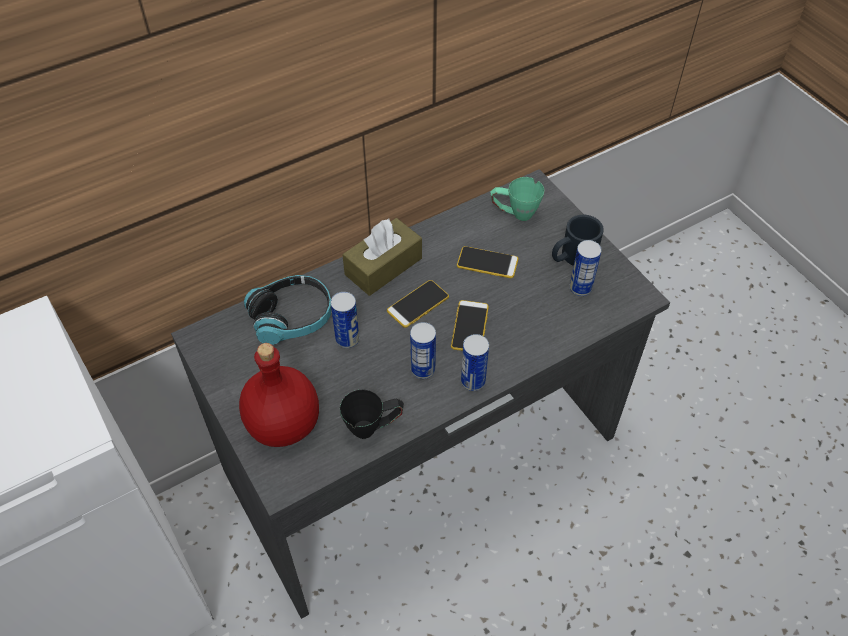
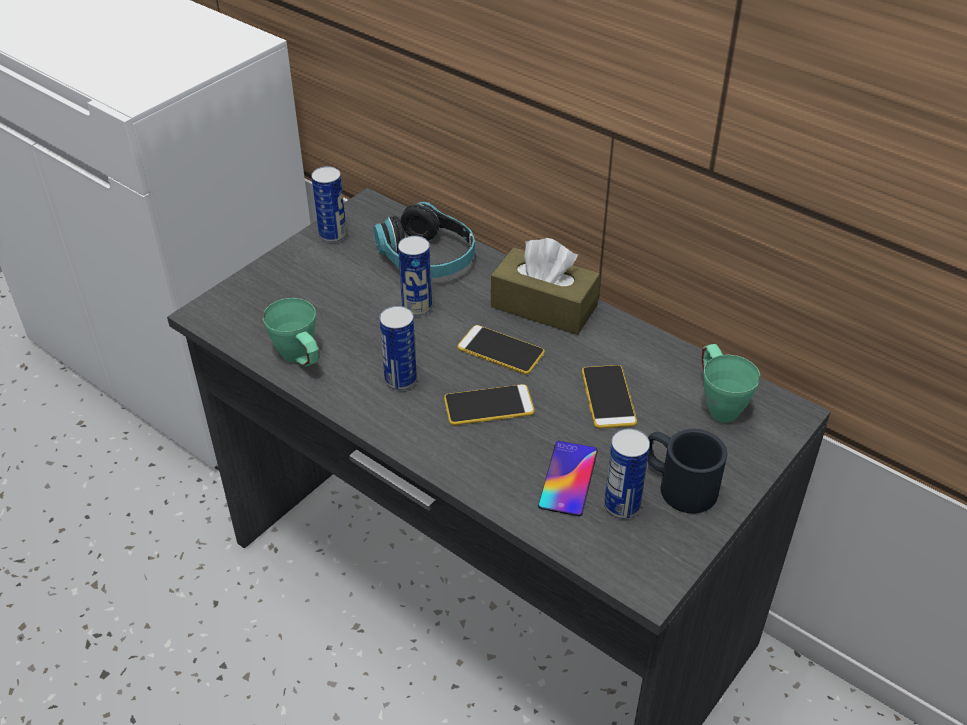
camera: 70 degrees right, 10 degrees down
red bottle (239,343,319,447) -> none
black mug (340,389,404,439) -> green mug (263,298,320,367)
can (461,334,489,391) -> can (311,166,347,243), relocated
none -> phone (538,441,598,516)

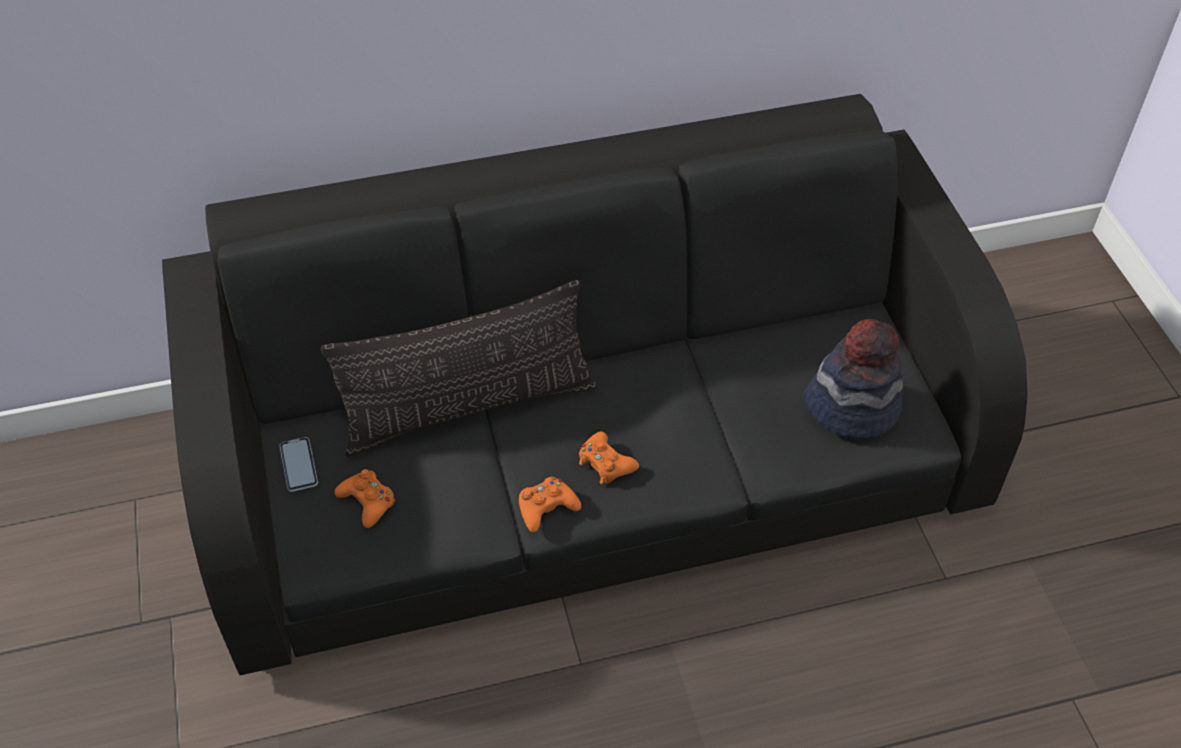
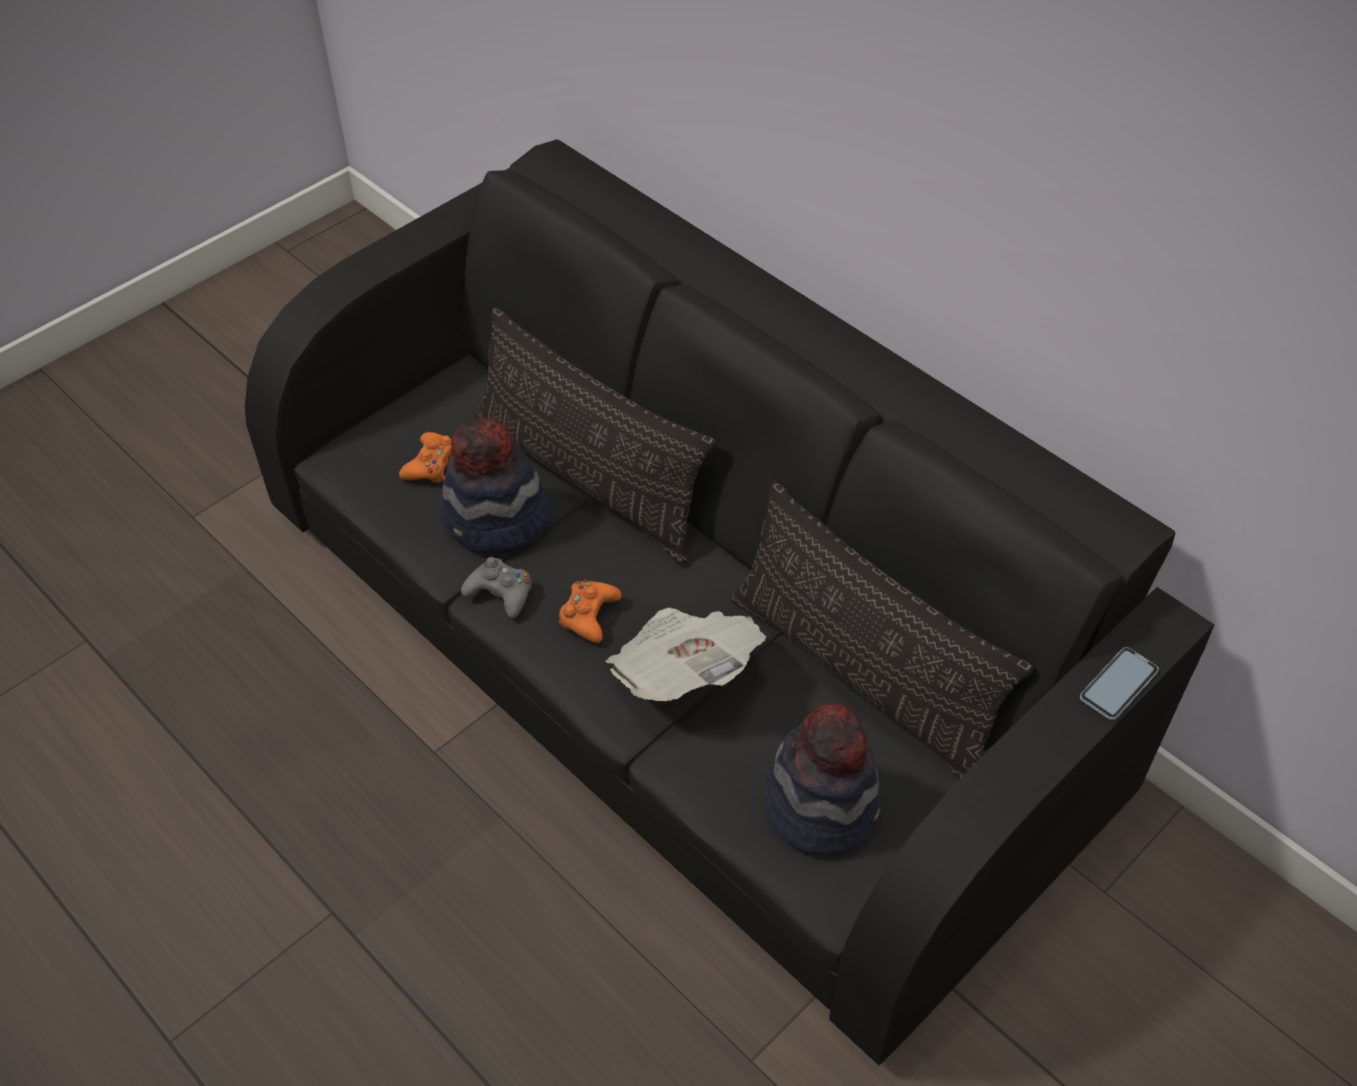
camera: 60 degrees right, 0 degrees up
phone (280,437,318,492) -> phone (1080,647,1159,720), relocated
orange game controller (519,477,581,532) -> grey game controller (461,557,532,618)
none -> hat (442,417,553,554)
none -> newspaper (606,608,766,701)
none -> pillow (730,482,1034,780)

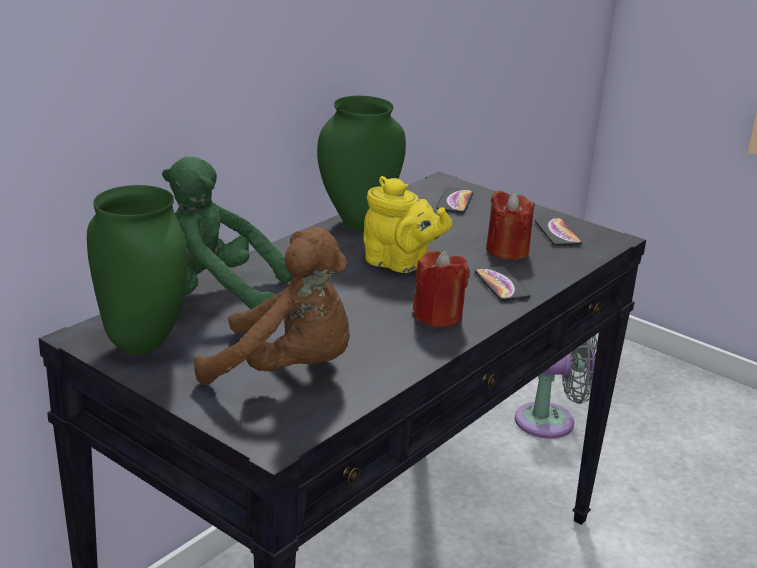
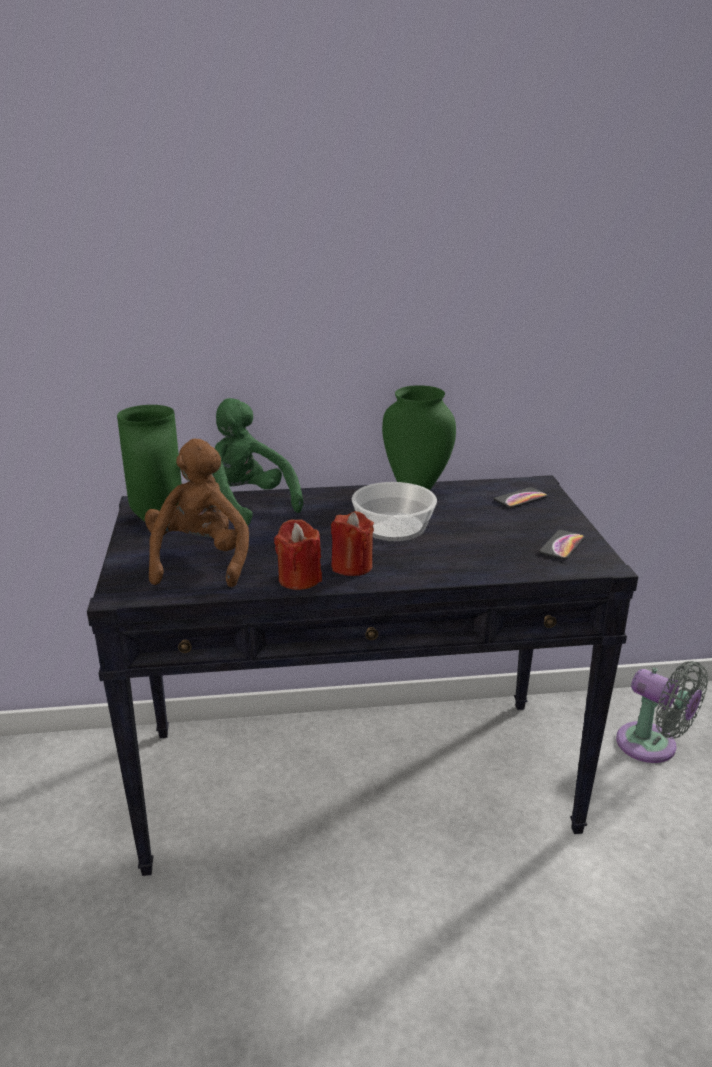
camera: 45 degrees right, 0 degrees up
brown plush toy (194,227,350,385) -> brown plush toy (145,439,249,587), 150 degrees counterclockwise
yellow teapot (363,176,453,273) -> bowl (352,482,437,541)
phone (475,266,531,301) -> none
red candle (486,190,535,260) -> red candle (274,519,322,590), relocated

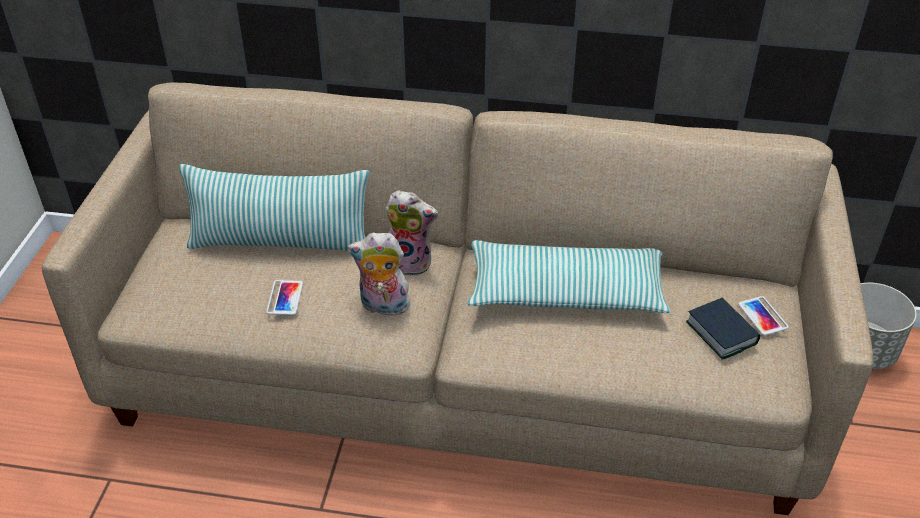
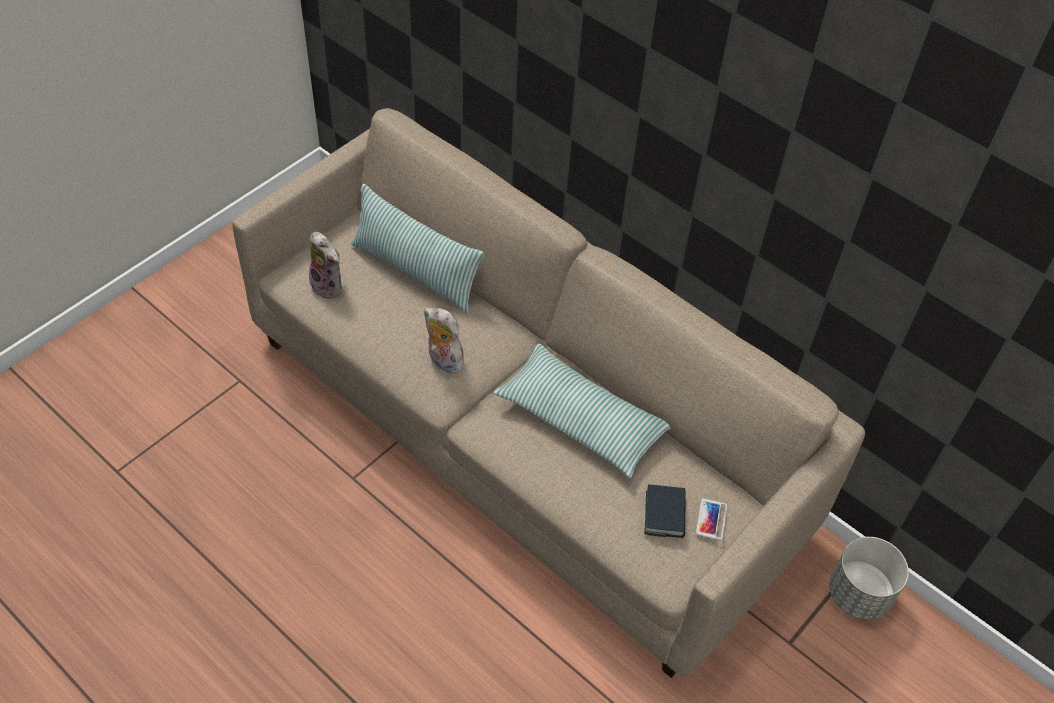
camera: 30 degrees right, 10 degrees up
phone (266,280,303,315) -> none
plush toy (385,190,438,276) -> plush toy (309,232,341,299), relocated

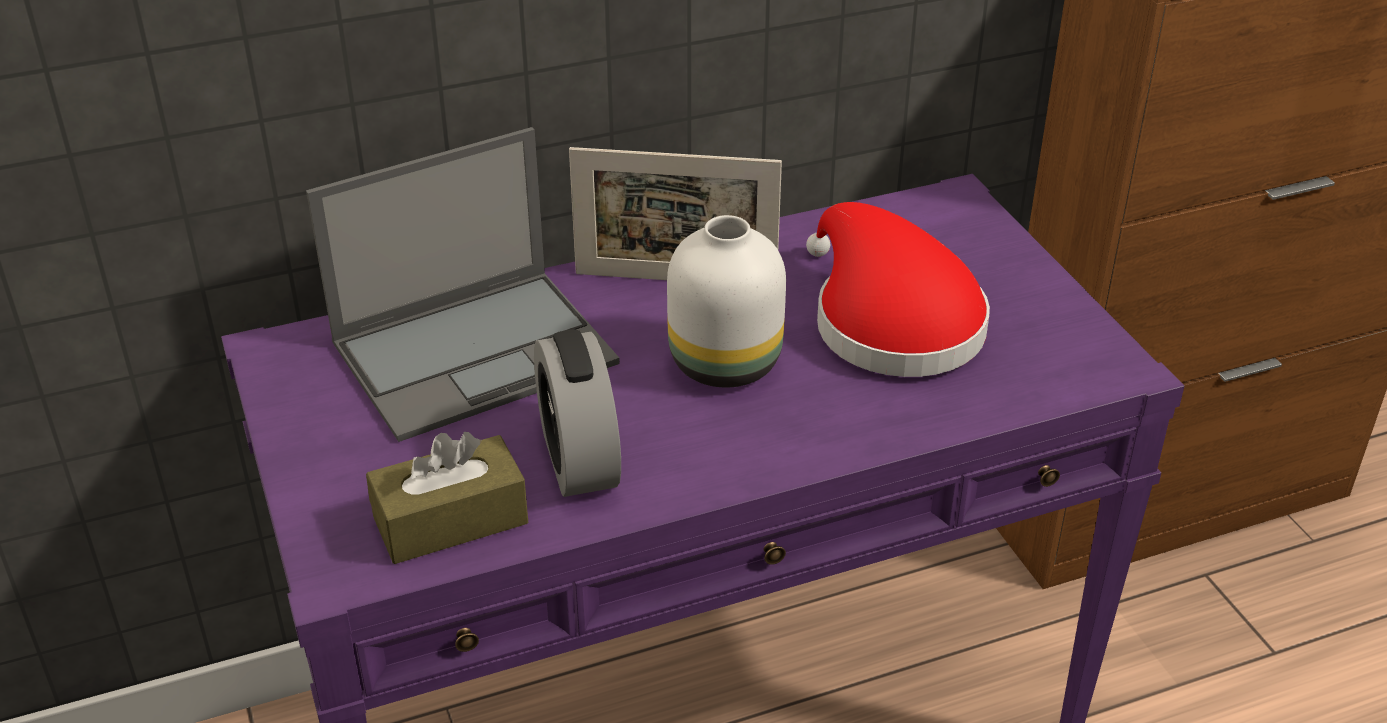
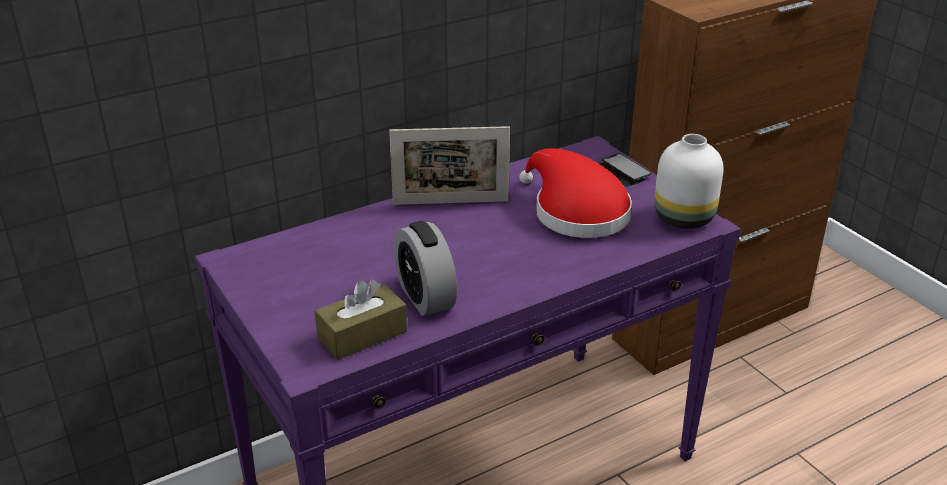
camera: 10 degrees left, 5 degrees down
laptop (306,127,620,442) -> none
white vase (667,215,786,387) -> white vase (654,134,724,229), relocated
none -> phone (600,153,652,187)

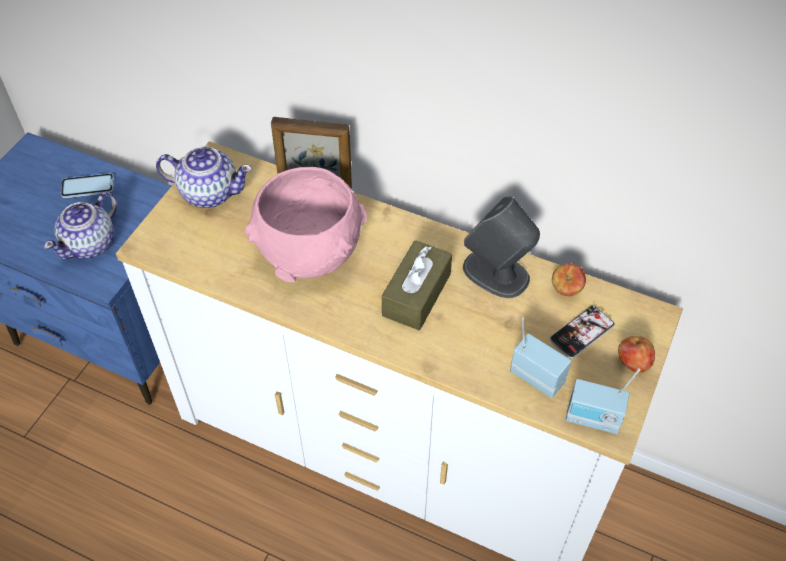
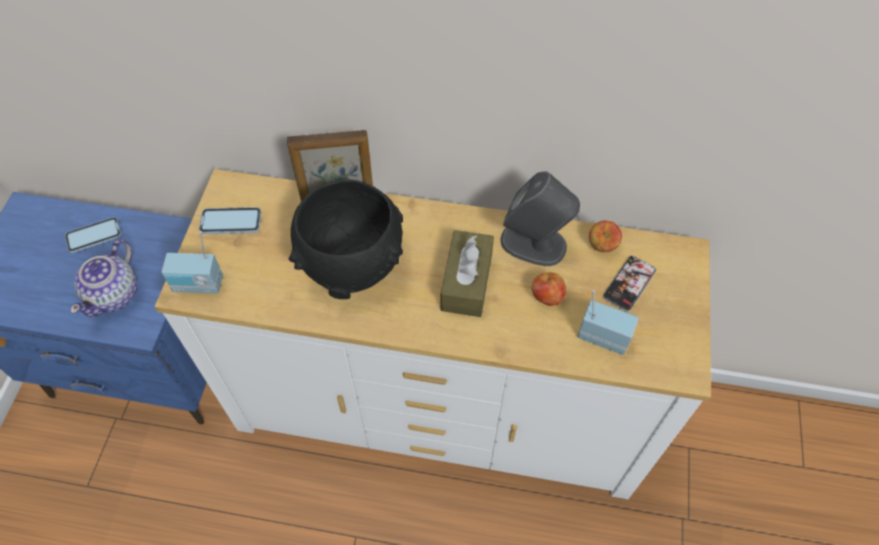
camera: 15 degrees left, 5 degrees up
teapot (156,146,252,208) -> phone (199,207,261,234)
pink bowl (244,167,367,282) -> black bowl (288,179,403,299)
radio (566,368,640,434) -> radio (161,231,223,293), relocated
apple (618,336,655,372) -> apple (531,272,566,306), relocated

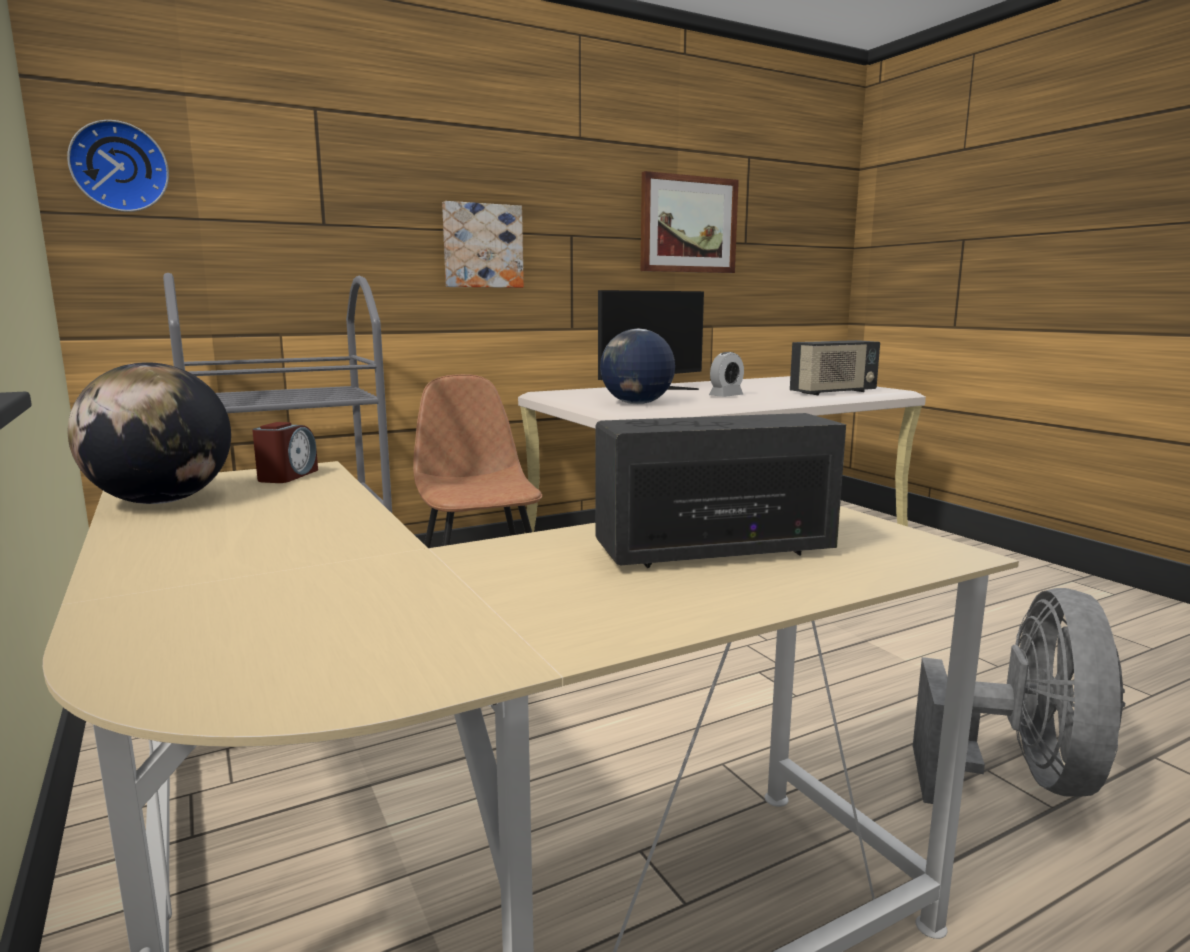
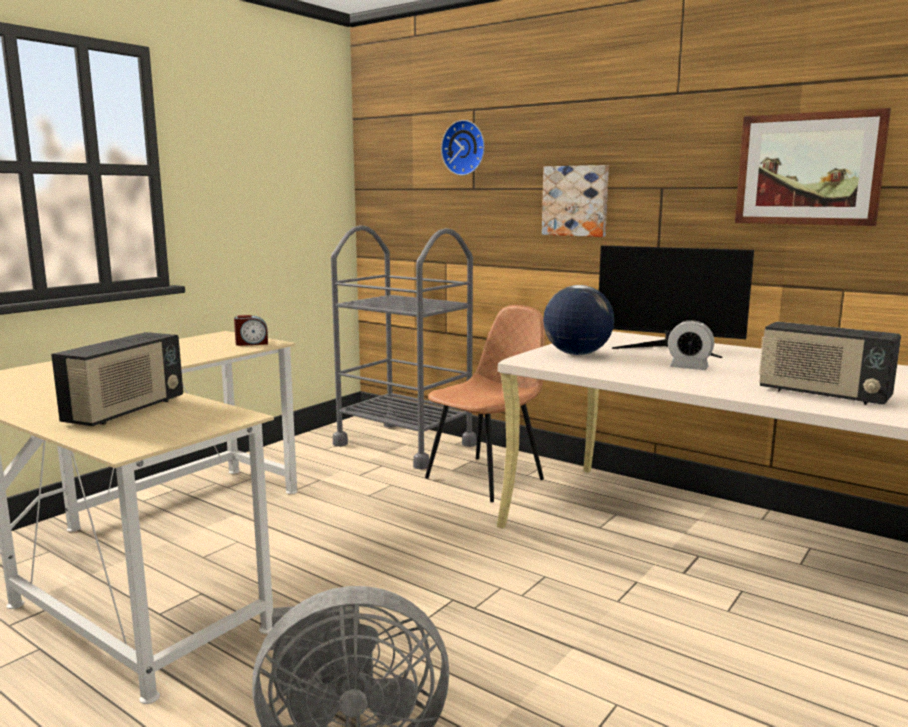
camera: 65 degrees right, 0 degrees up
wall clock (67,120,169,212) -> wall clock (441,120,485,176), relocated
globe (67,362,231,504) -> none
radio (596,413,846,568) -> radio (51,332,183,426), 60 degrees clockwise

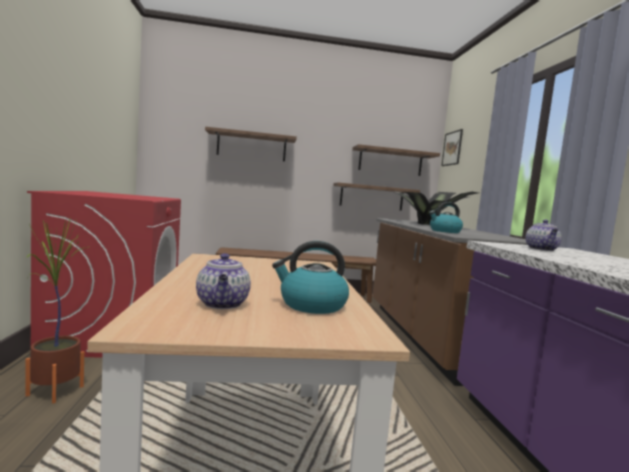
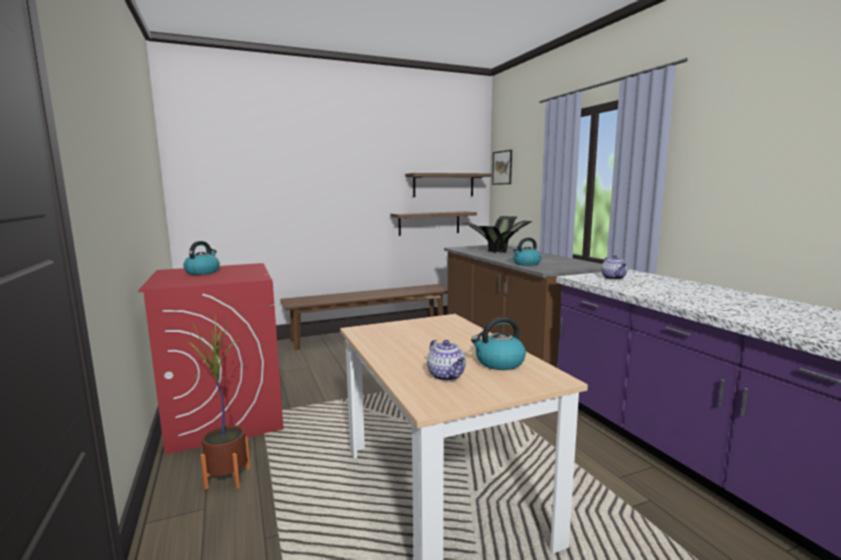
camera: 15 degrees left, 5 degrees up
shelf (205,127,297,162) -> none
none -> kettle (183,241,220,275)

